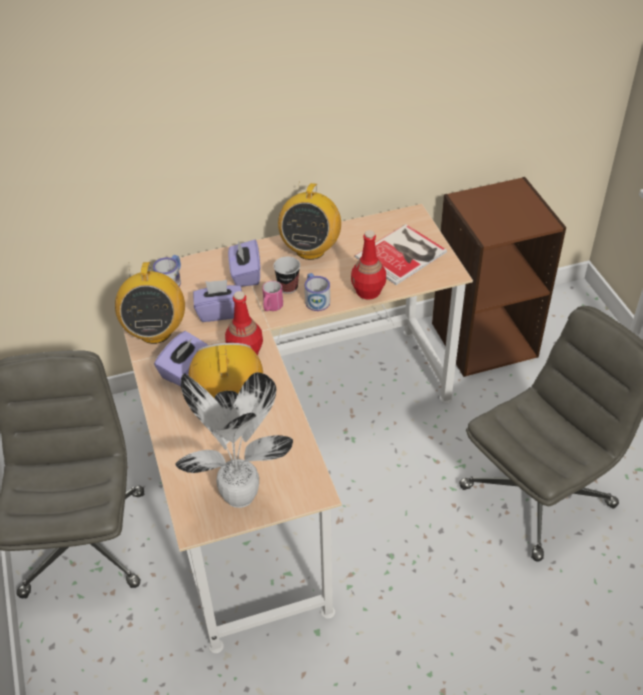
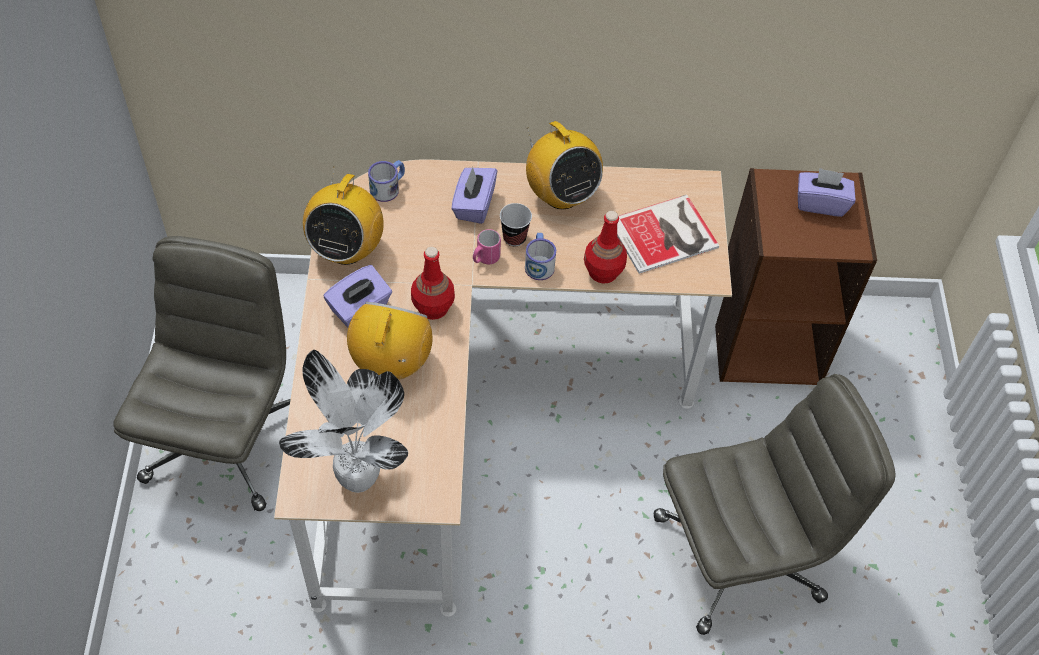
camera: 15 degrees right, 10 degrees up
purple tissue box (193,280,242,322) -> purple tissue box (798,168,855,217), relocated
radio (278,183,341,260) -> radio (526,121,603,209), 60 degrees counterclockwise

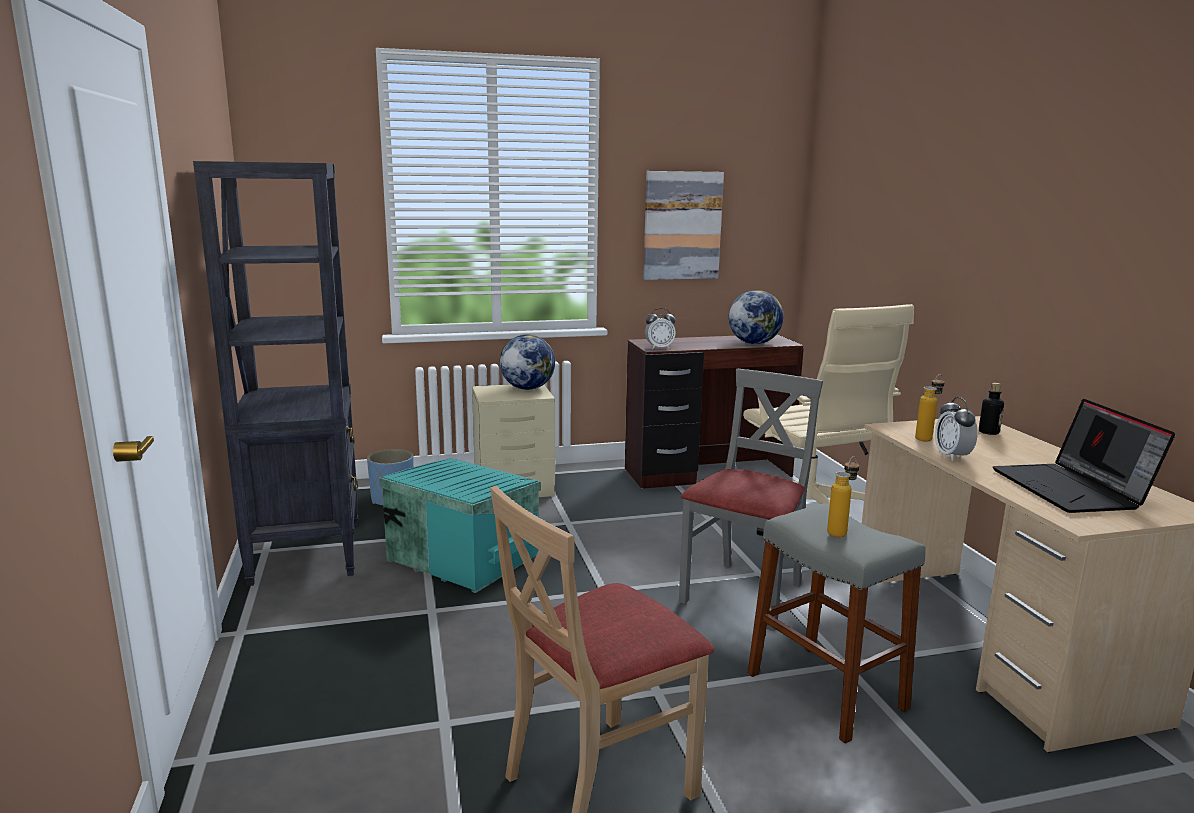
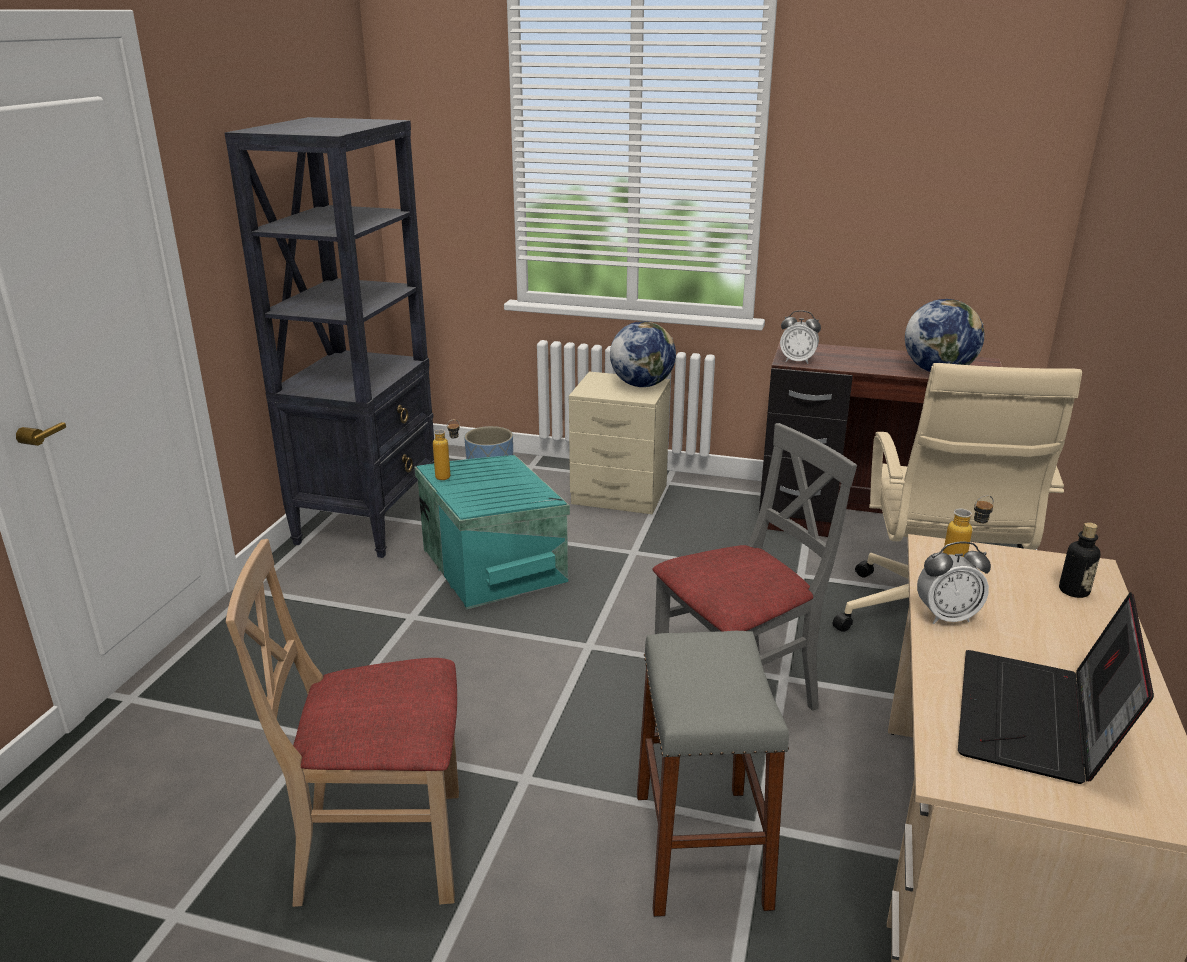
camera: 30 degrees right, 10 degrees up
picture (643,171,724,280) -> none
bottle (827,456,859,537) -> bottle (433,420,460,480), relocated
alarm clock (935,397,978,461) -> alarm clock (917,541,991,624), 120 degrees counterclockwise

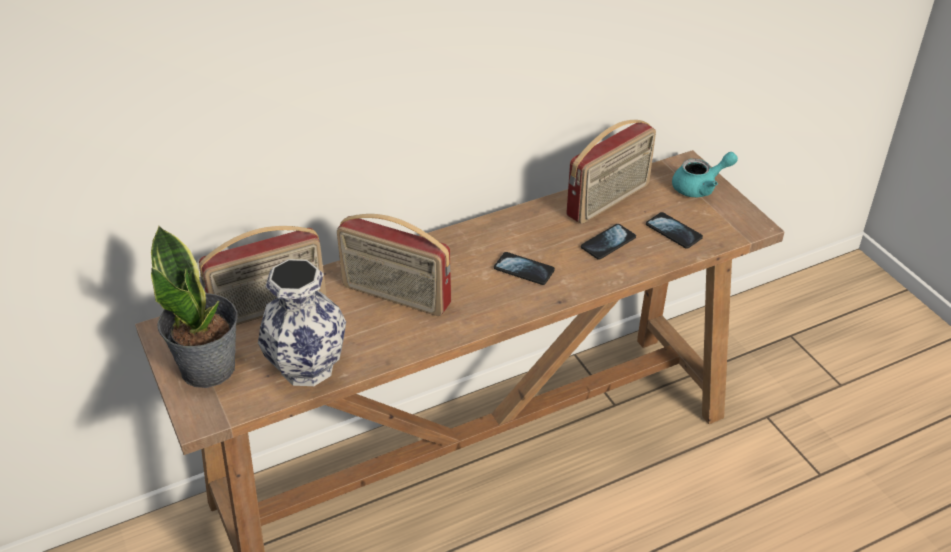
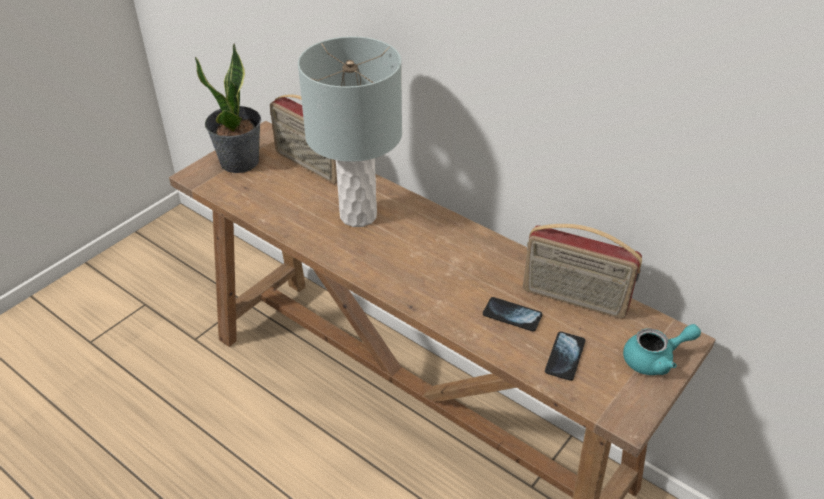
camera: 65 degrees right, 0 degrees up
vase (258,259,346,386) -> none
radio (337,214,451,316) -> grey table lamp (298,36,402,227)
phone (494,252,555,285) -> none
turquoise teapot (672,152,738,197) -> turquoise teapot (623,324,701,375), 60 degrees counterclockwise

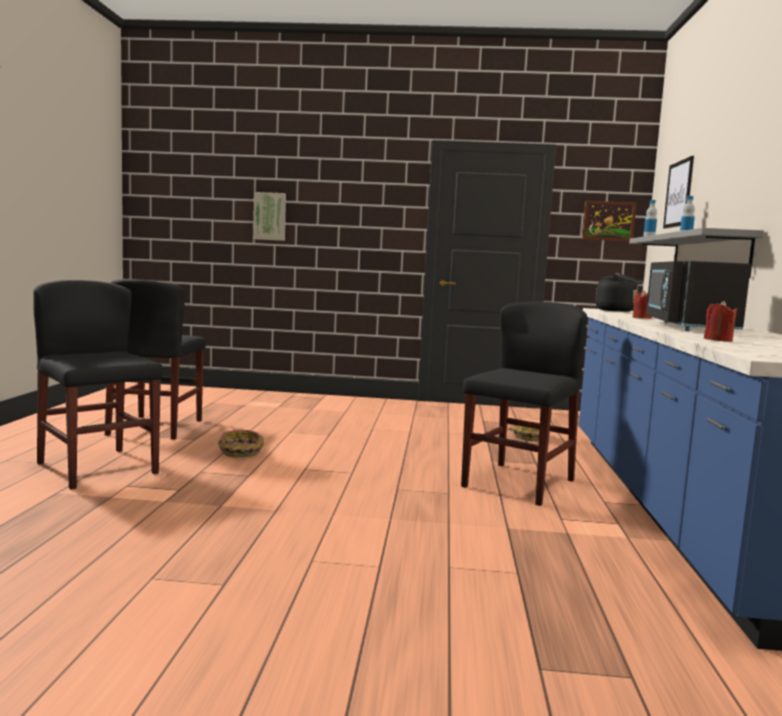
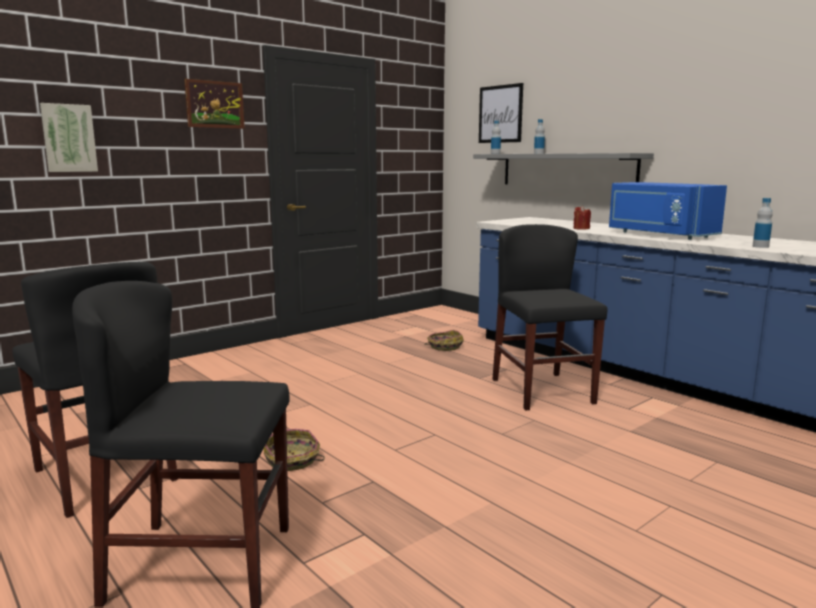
camera: 45 degrees left, 5 degrees up
picture (582,201,637,241) -> picture (184,79,245,129), relocated
black kettle (595,272,644,312) -> none
black microwave (646,261,751,331) -> blue microwave (609,182,727,240)
red candle (704,301,737,342) -> bottle (753,198,773,248)

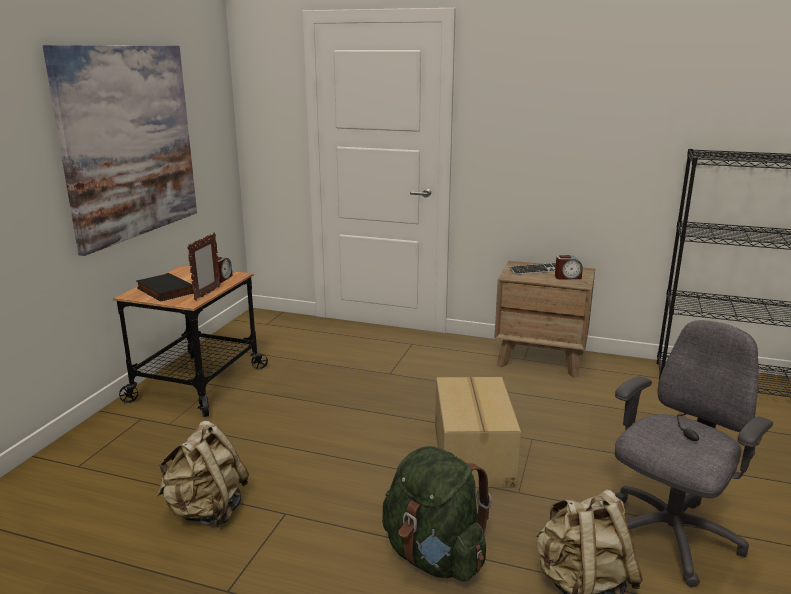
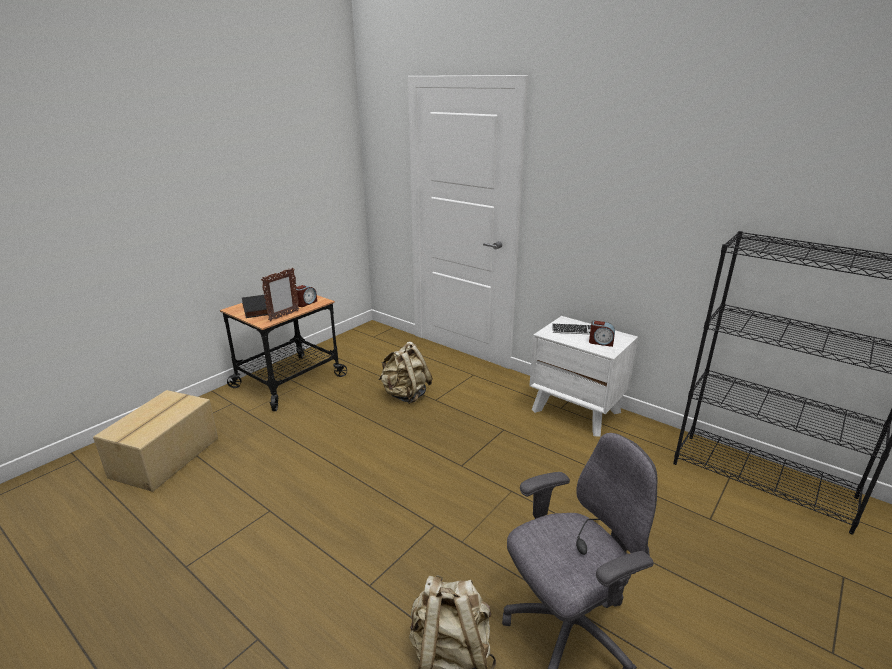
camera: 20 degrees right, 5 degrees up
picture (43,45,197,256) -> none
beige backpack (157,421,249,527) -> beige backpack (378,341,433,404), relocated
green backpack (382,446,492,581) -> none
cardboard box (435,377,521,488) -> cardboard box (93,390,218,492), relocated
brown nightstand (494,261,595,378) -> white nightstand (529,316,638,437)

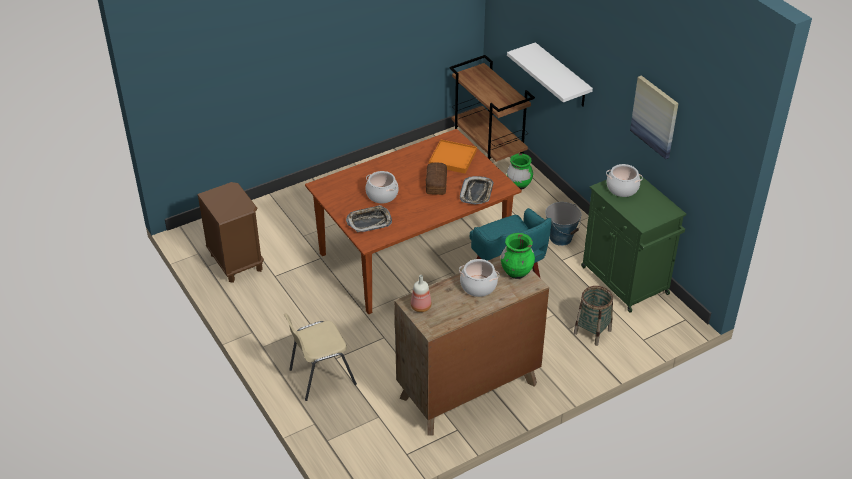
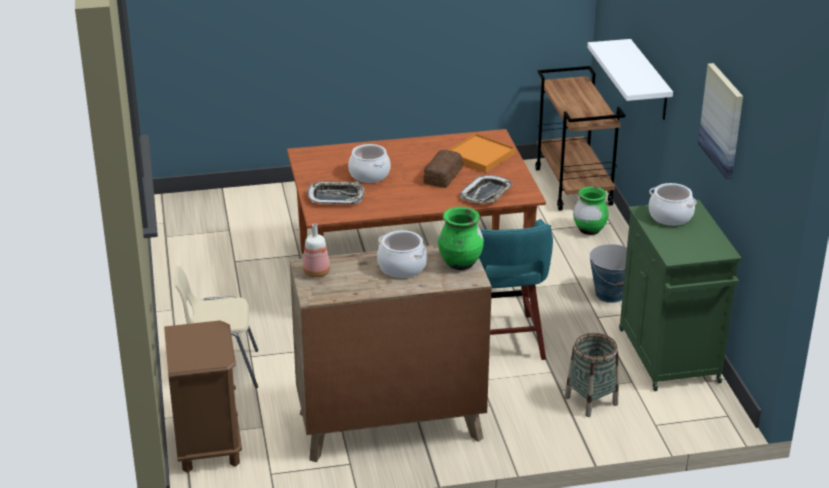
camera: 20 degrees right, 10 degrees down
brown nightstand (197,182,264,283) -> brown nightstand (164,320,242,473), relocated

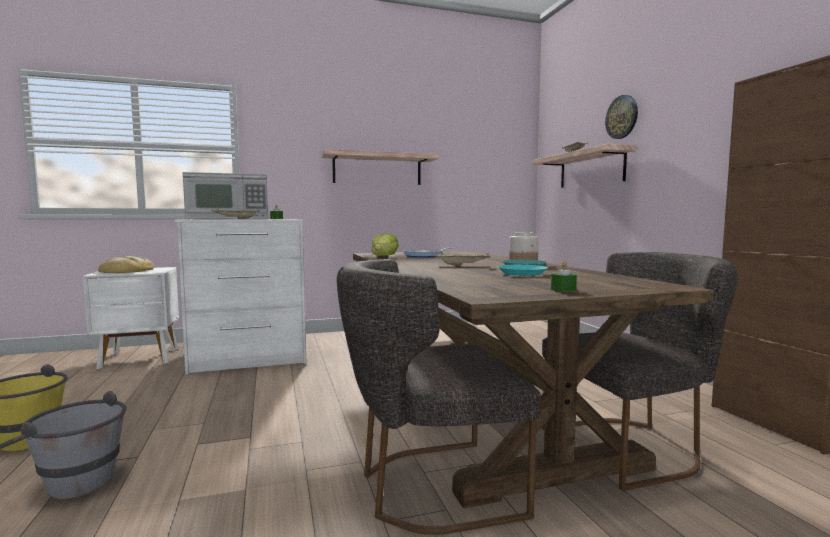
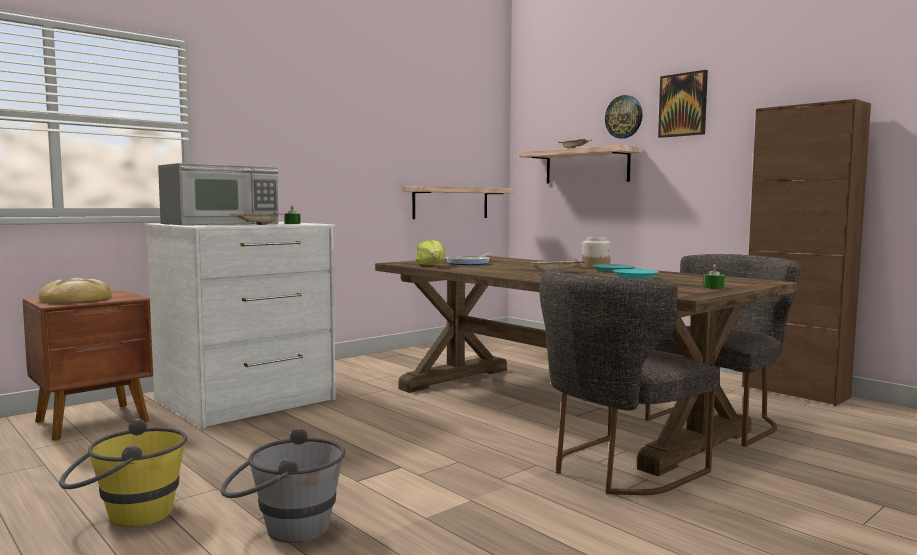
camera: 25 degrees left, 0 degrees up
white nightstand (83,267,179,369) -> brown nightstand (23,291,153,441)
shelf (321,149,439,185) -> shelf (403,186,516,219), relocated
none -> picture (658,70,708,138)

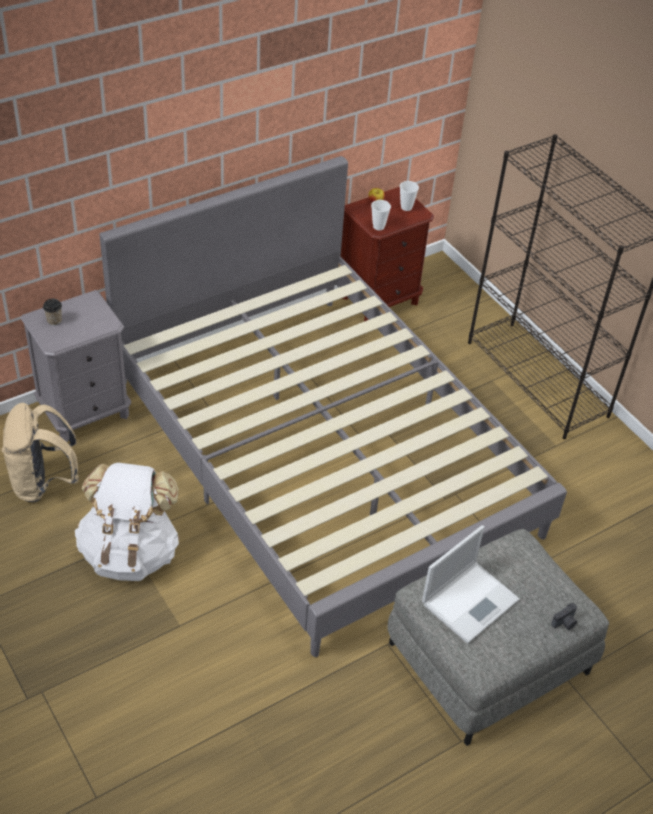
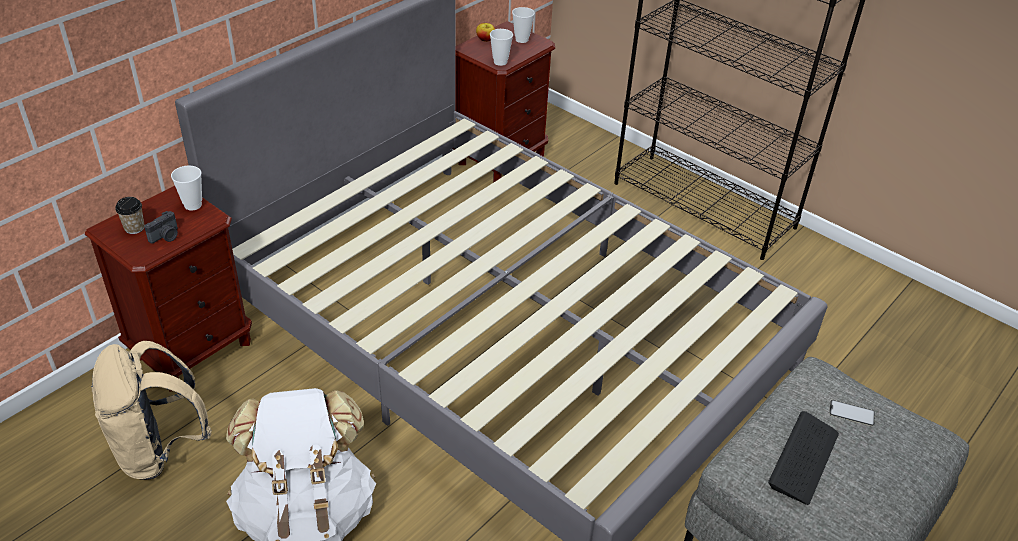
camera: 15 degrees left, 5 degrees down
grey nightstand (20,290,131,442) -> brown nightstand (85,186,252,391)
laptop (422,525,520,644) -> keyboard (768,411,839,505)
photo camera (551,603,577,630) -> photo camera (144,211,178,244), relocated
none -> cup (171,165,202,211)
none -> phone (829,400,875,426)

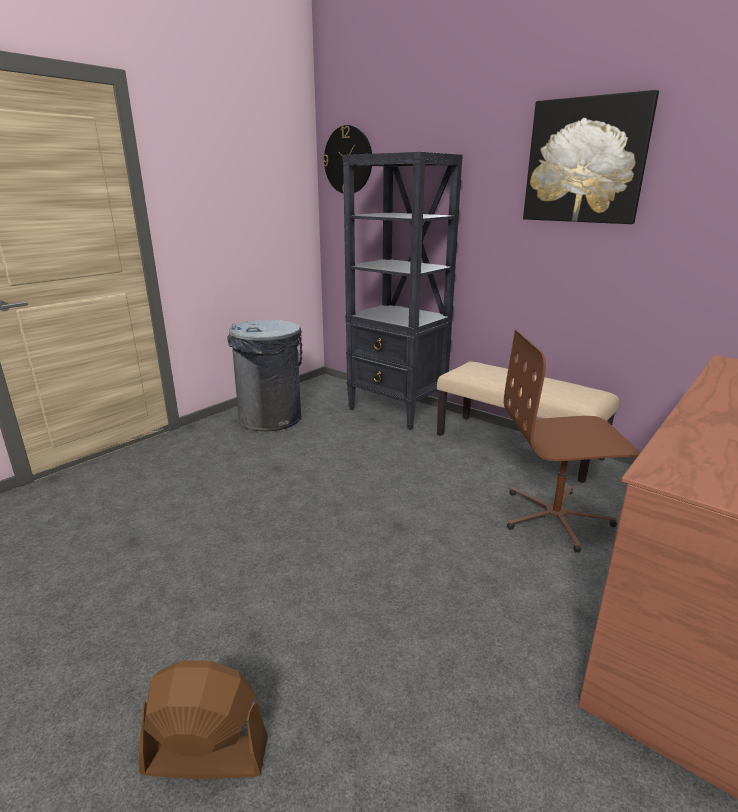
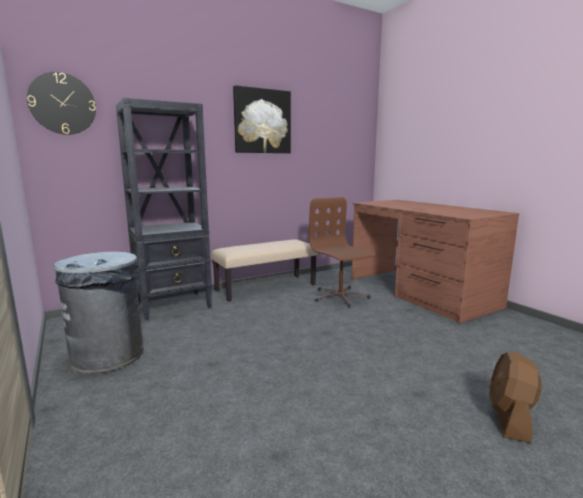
camera: 70 degrees left, 10 degrees down
brown office chair (504,330,641,553) -> brown office chair (309,197,376,307), 135 degrees clockwise

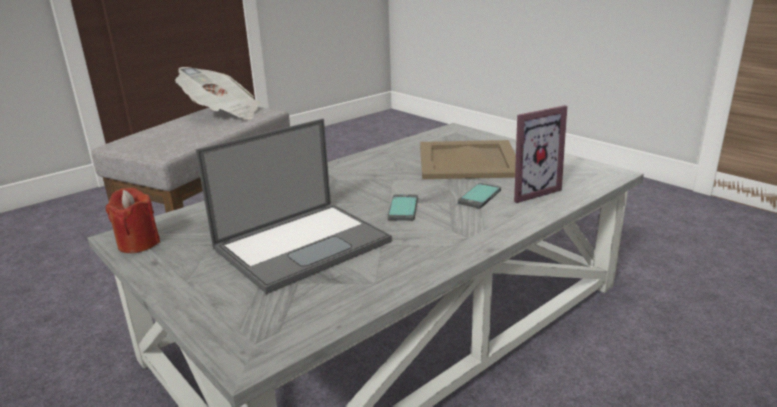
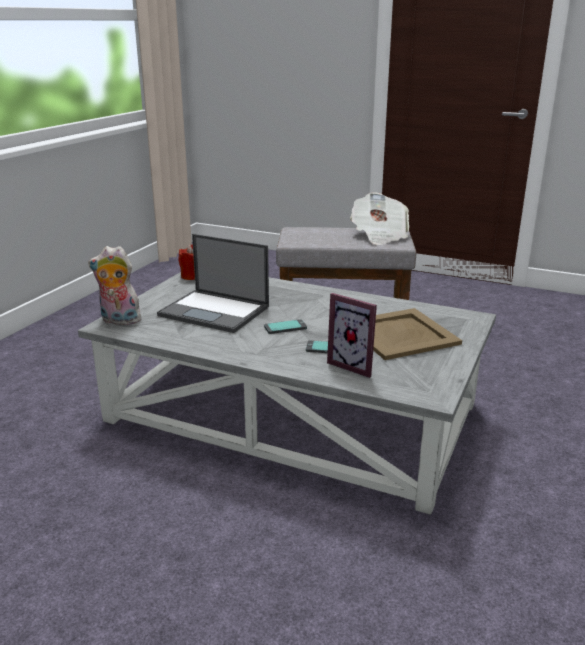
camera: 65 degrees right, 0 degrees up
none -> plush toy (88,246,142,325)

